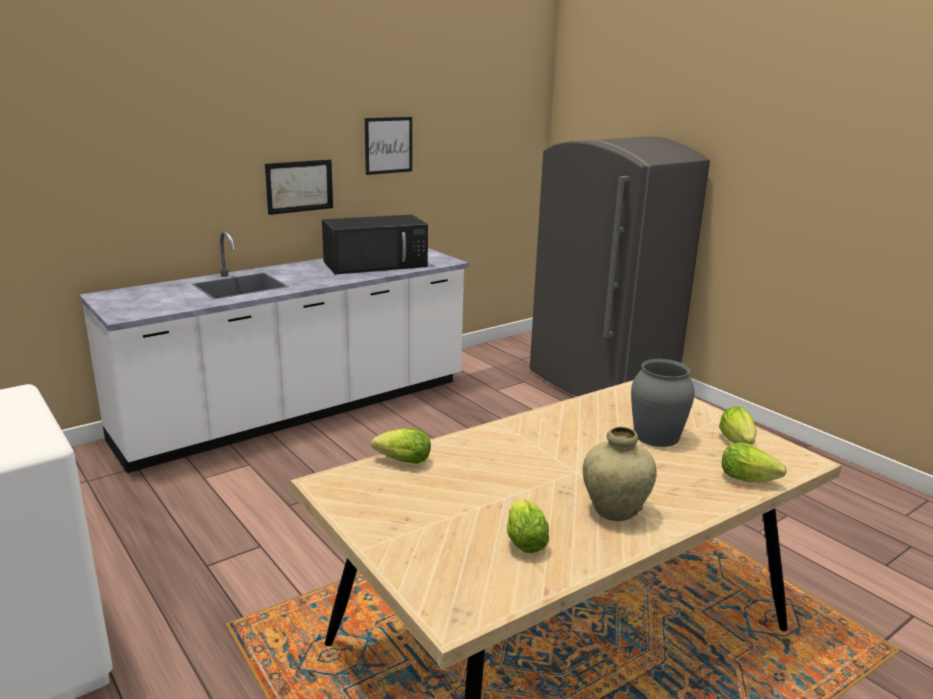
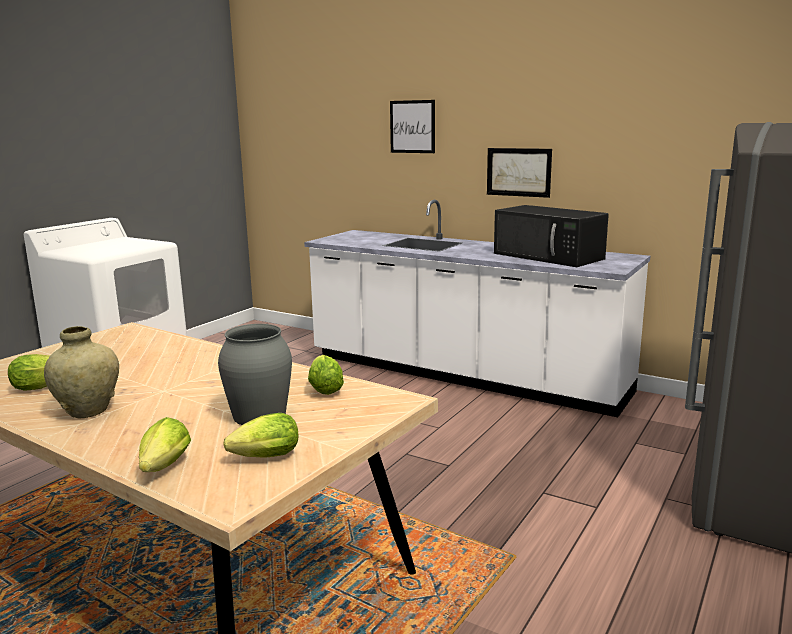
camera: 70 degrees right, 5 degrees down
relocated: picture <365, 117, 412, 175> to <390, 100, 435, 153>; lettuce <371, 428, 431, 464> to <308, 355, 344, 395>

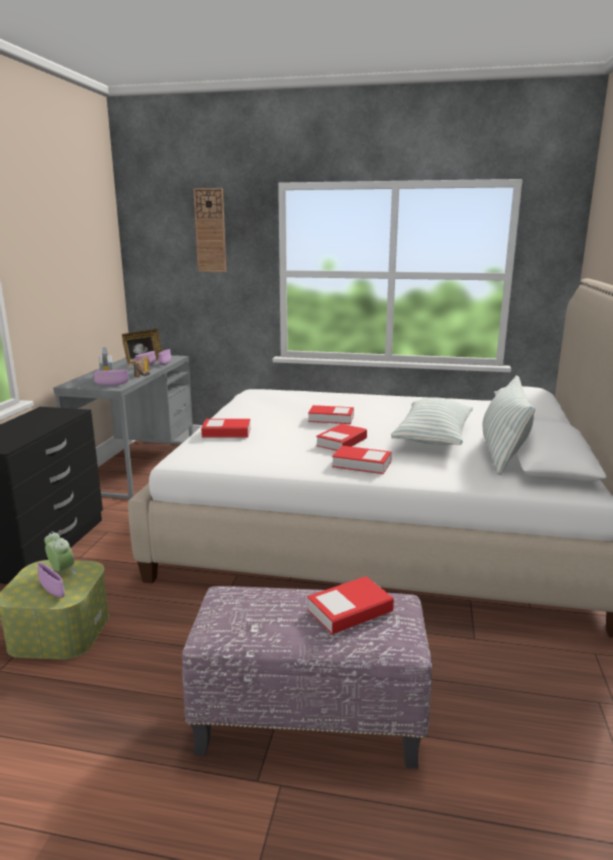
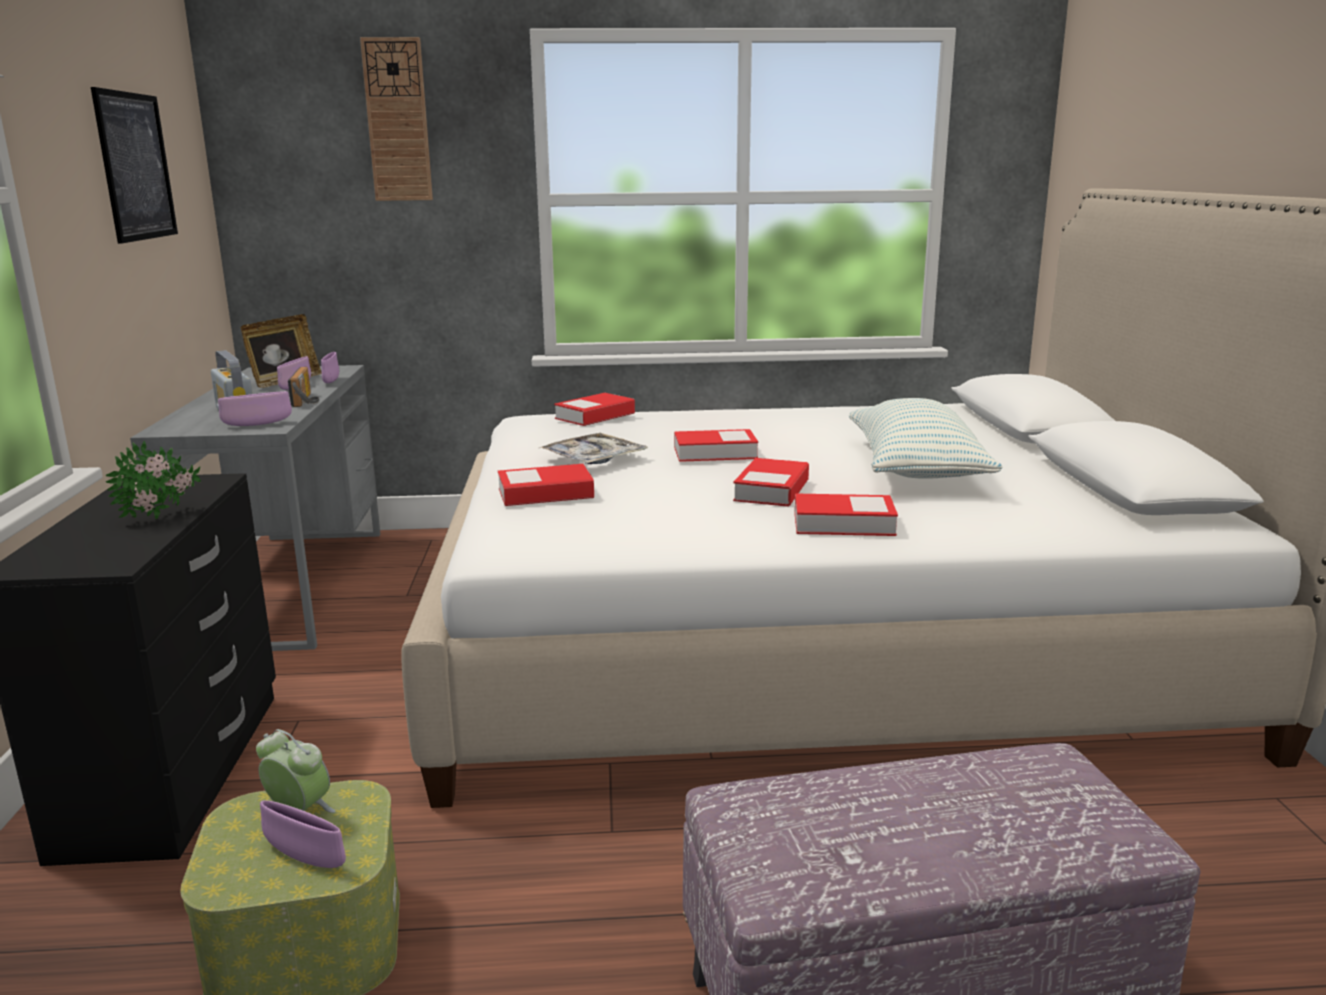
camera: 15 degrees left, 0 degrees up
missing: pillow <483, 375, 535, 475>
appeared: picture <91, 87, 178, 244>; tray <540, 433, 648, 464>; potted plant <105, 441, 201, 519>
relocated: book <307, 576, 394, 635> to <554, 393, 635, 426>

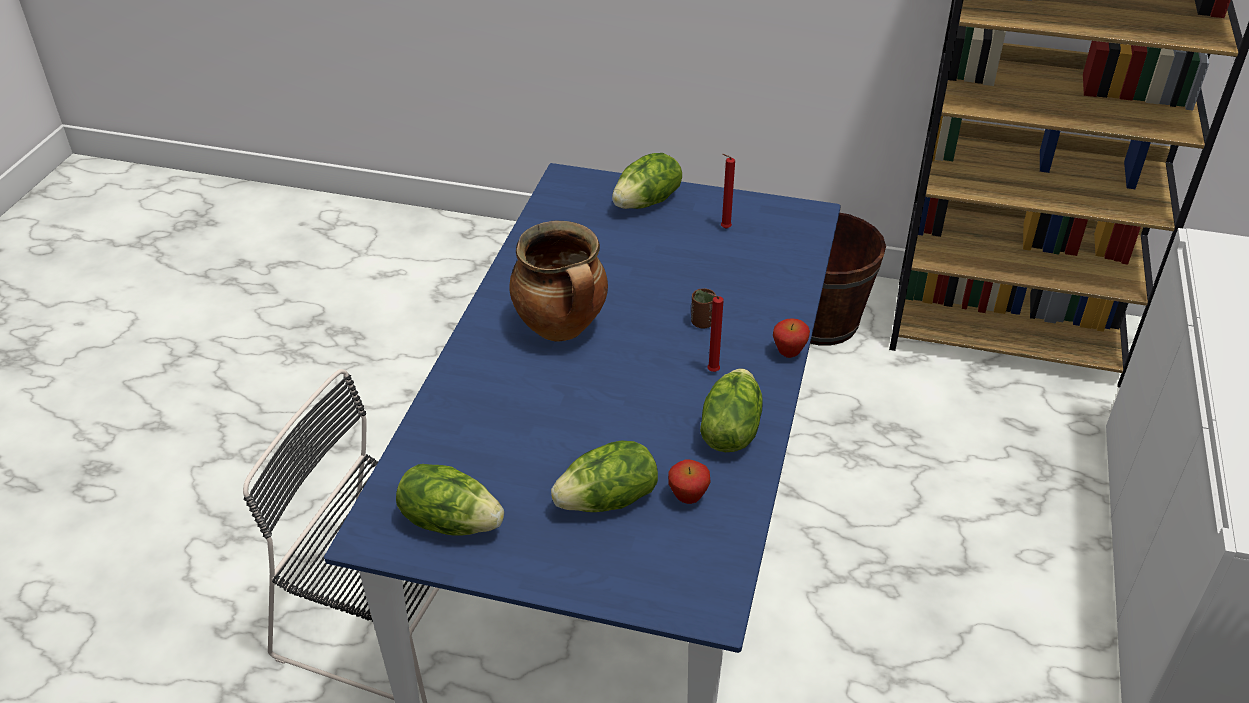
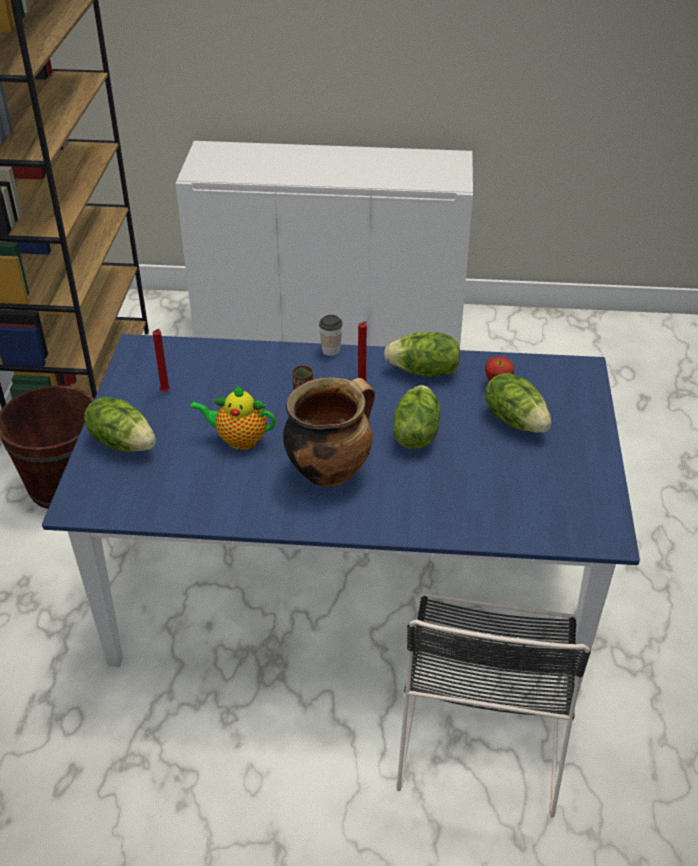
camera: 100 degrees left, 0 degrees up
appeared: teapot <189, 385, 275, 450>
relocated: lettuce <396, 464, 504, 536> to <393, 385, 440, 449>
exchanged: apple <773, 318, 810, 358> to cup <319, 315, 343, 356>

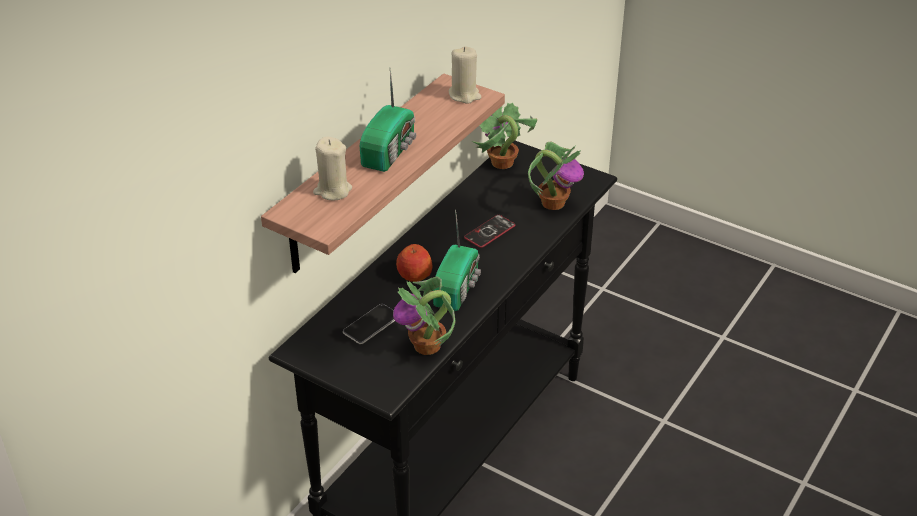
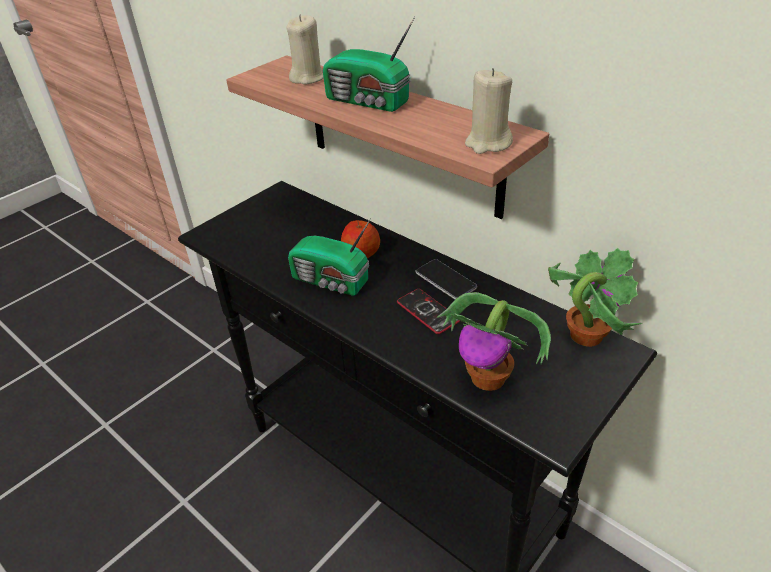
camera: 100 degrees right, 0 degrees up
missing: potted plant <393, 277, 455, 355>
relocated: phone <343, 304, 395, 344> to <416, 259, 477, 299>

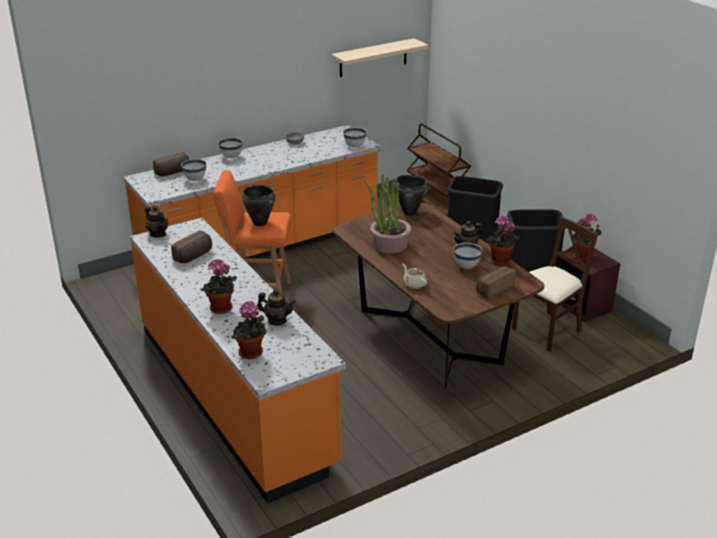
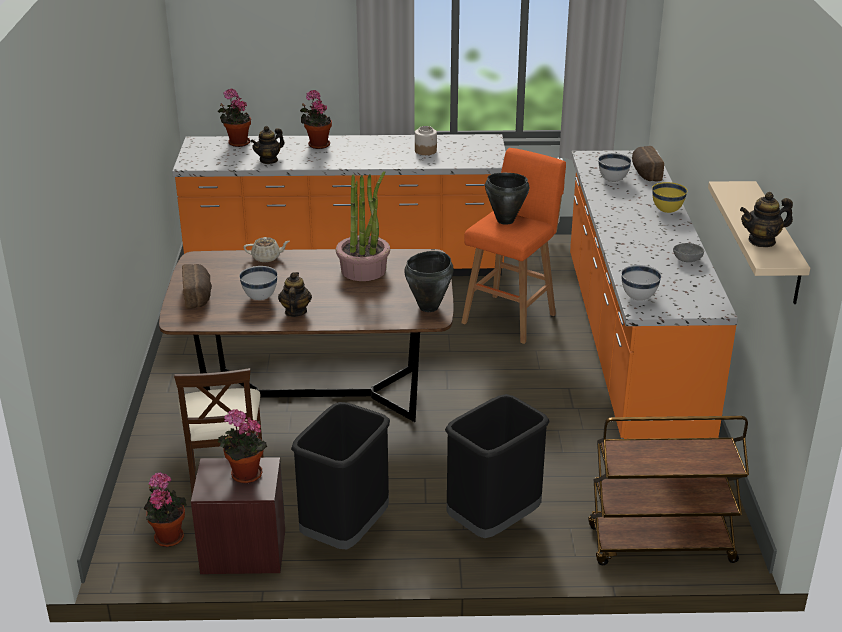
camera: 120 degrees right, 0 degrees up
relocated: teapot <145, 205, 168, 238> to <740, 192, 793, 247>; potted plant <485, 216, 520, 266> to <143, 472, 187, 547>
exchanged: bread <171, 230, 212, 263> to jar <415, 126, 437, 155>
colour: white bowl <218, 137, 243, 158> to yellow bowl <652, 182, 687, 213>

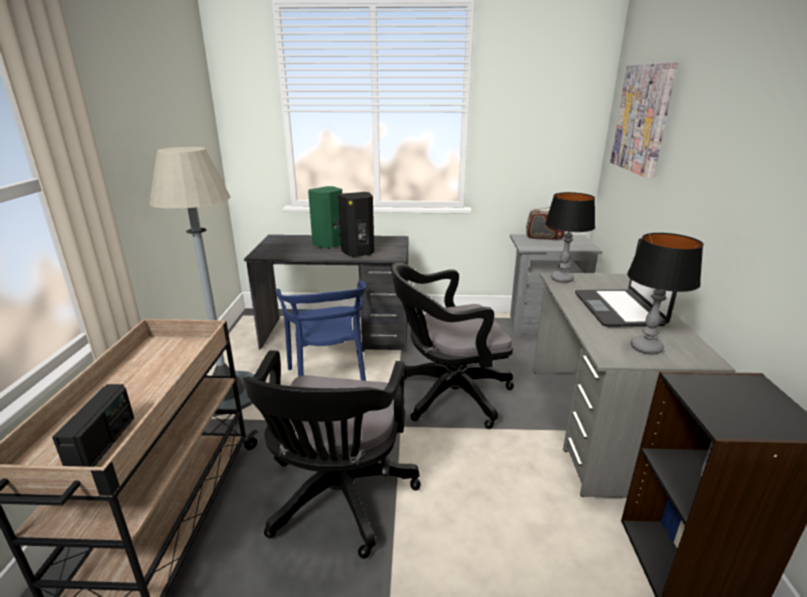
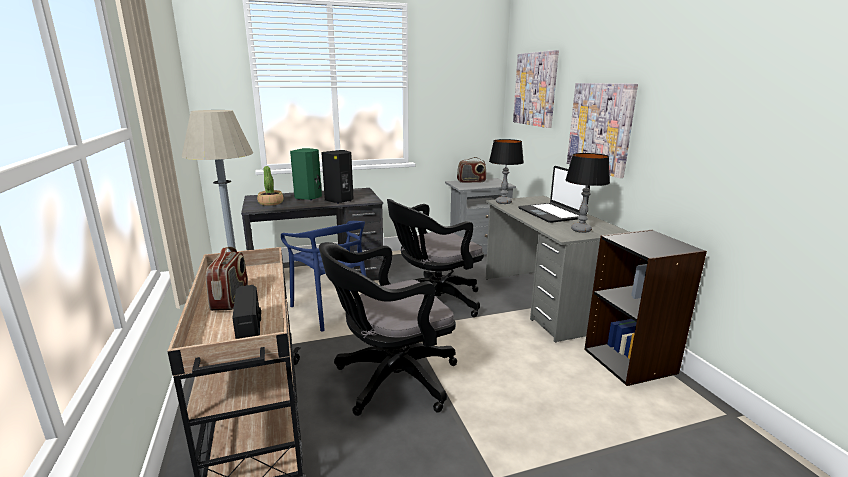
camera: 20 degrees left, 5 degrees down
appeared: picture <567, 83, 638, 178>; potted plant <257, 166, 283, 206>; radio <206, 247, 248, 311>
spun: black office chair <243, 350, 421, 559> = <319, 242, 457, 416> 75 degrees clockwise

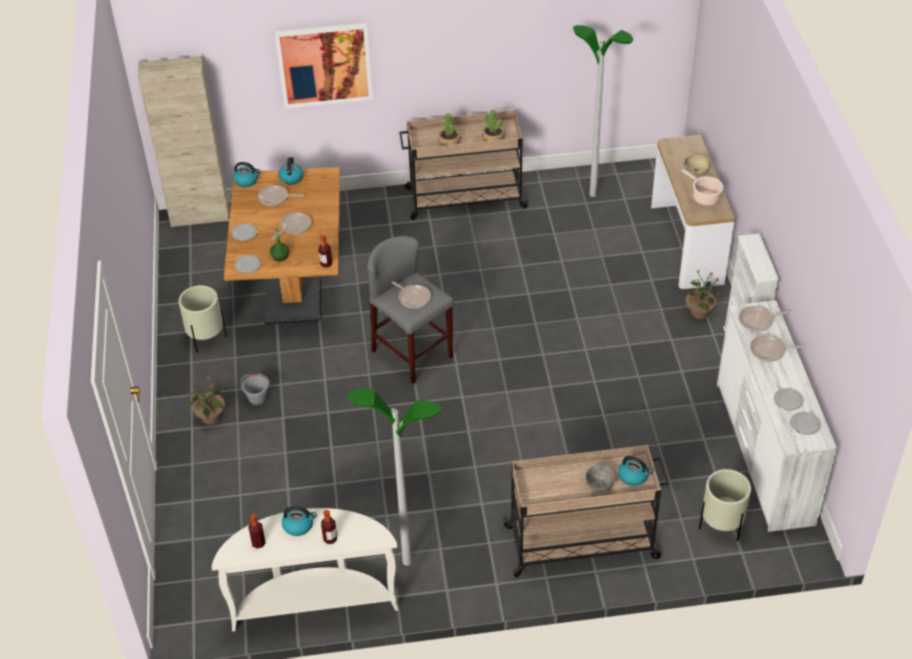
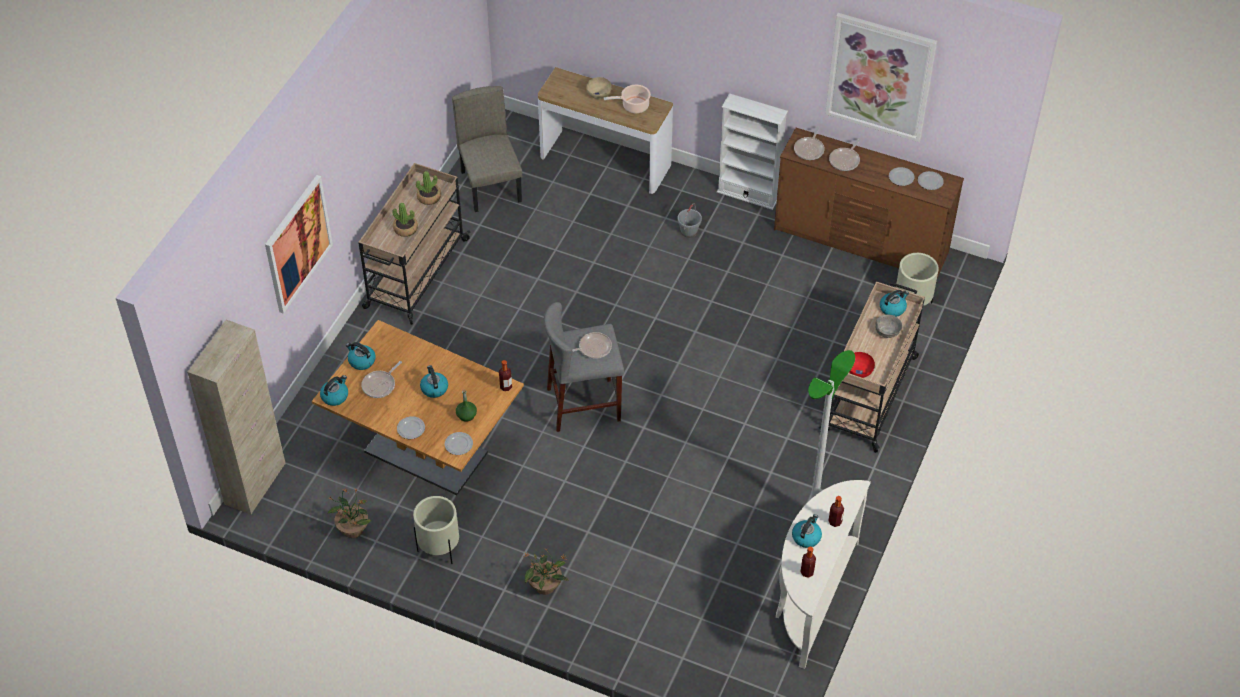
camera: 60 degrees left, 5 degrees up
appeared: picture <825, 13, 937, 142>; red bowl <849, 352, 875, 378>
relocated: potted plant <685, 270, 722, 319> to <328, 489, 371, 538>; grey bucket <240, 373, 270, 406> to <677, 203, 702, 238>
exchanged: floor lamp <573, 25, 633, 197> to beige chair <452, 86, 522, 212>; frying pan <272, 212, 311, 239> to kettle <420, 365, 448, 398>
colour: white dresser <717, 300, 837, 532> to brown dresser <774, 128, 964, 278>

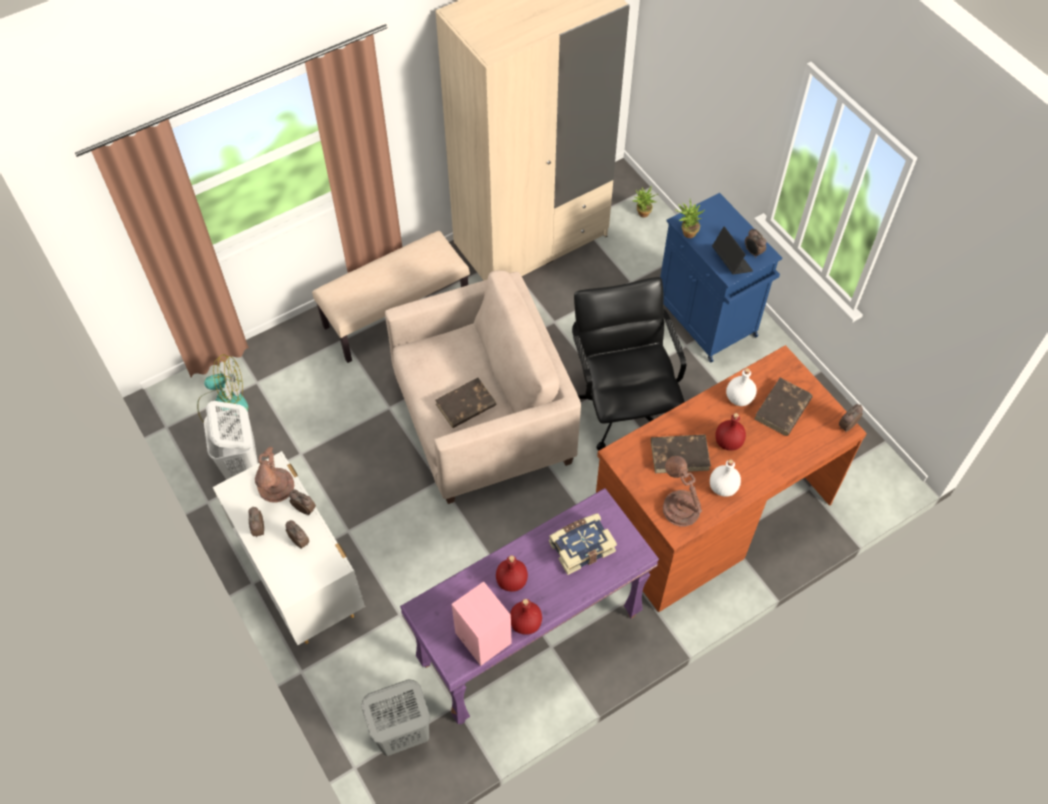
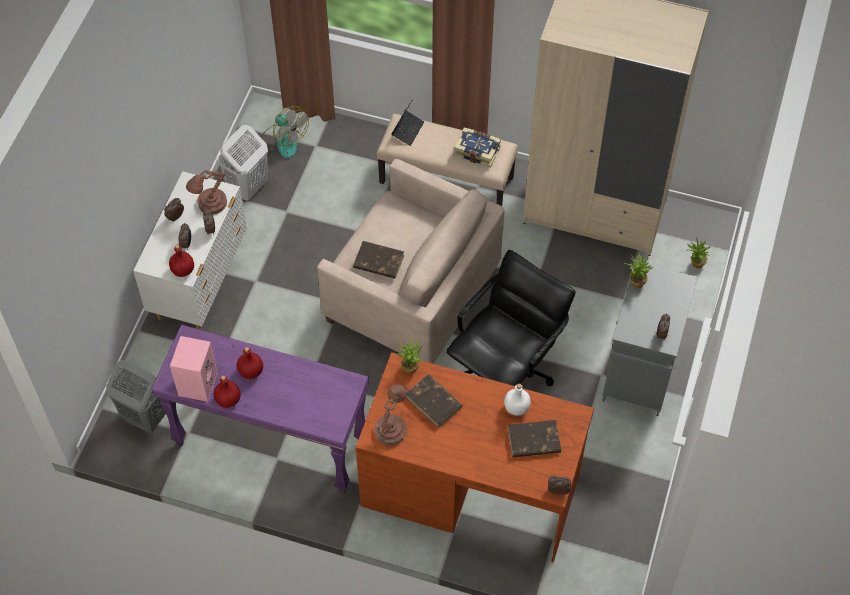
camera: 50 degrees right, 0 degrees up
missing: white bottle <710, 459, 741, 497>
appeared: potted plant <396, 337, 422, 374>
relocated: laptop <712, 226, 753, 275> to <391, 101, 424, 146>; red bottle <715, 413, 746, 451> to <169, 245, 194, 277>; book <549, 513, 617, 575> to <453, 128, 501, 168>
colour: blue cabinet <660, 193, 782, 362> to grey cabinet <602, 261, 698, 416>

